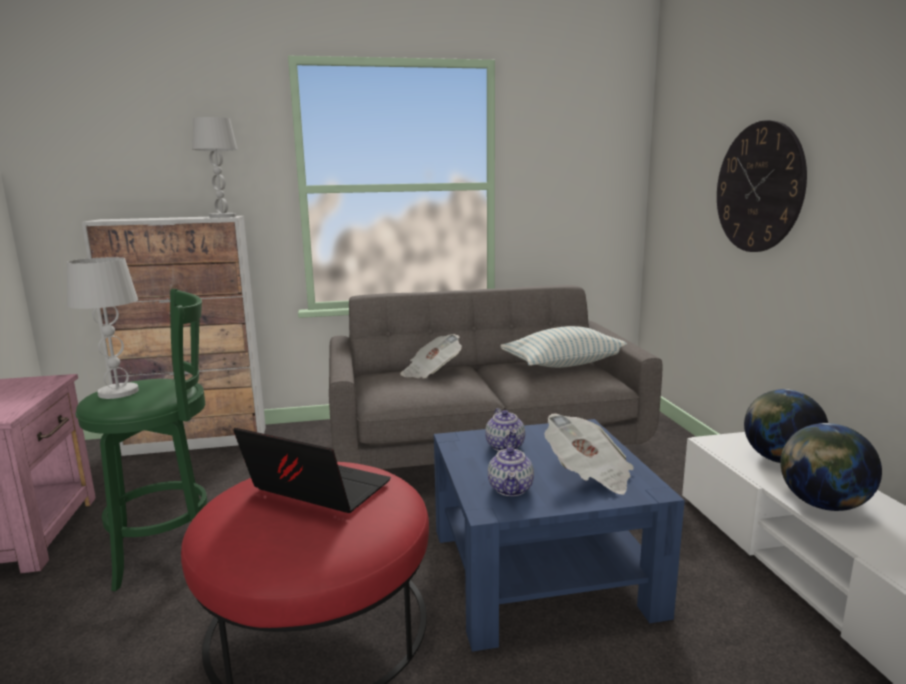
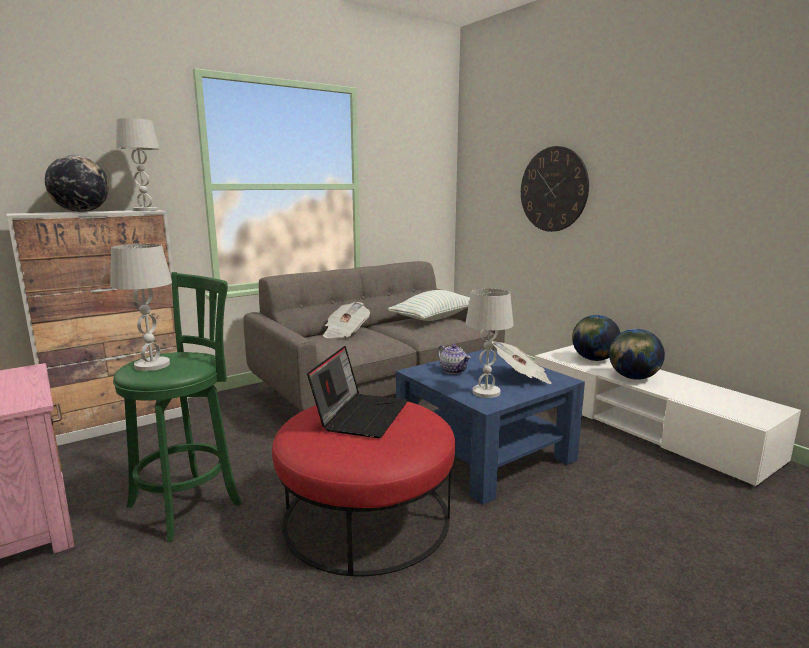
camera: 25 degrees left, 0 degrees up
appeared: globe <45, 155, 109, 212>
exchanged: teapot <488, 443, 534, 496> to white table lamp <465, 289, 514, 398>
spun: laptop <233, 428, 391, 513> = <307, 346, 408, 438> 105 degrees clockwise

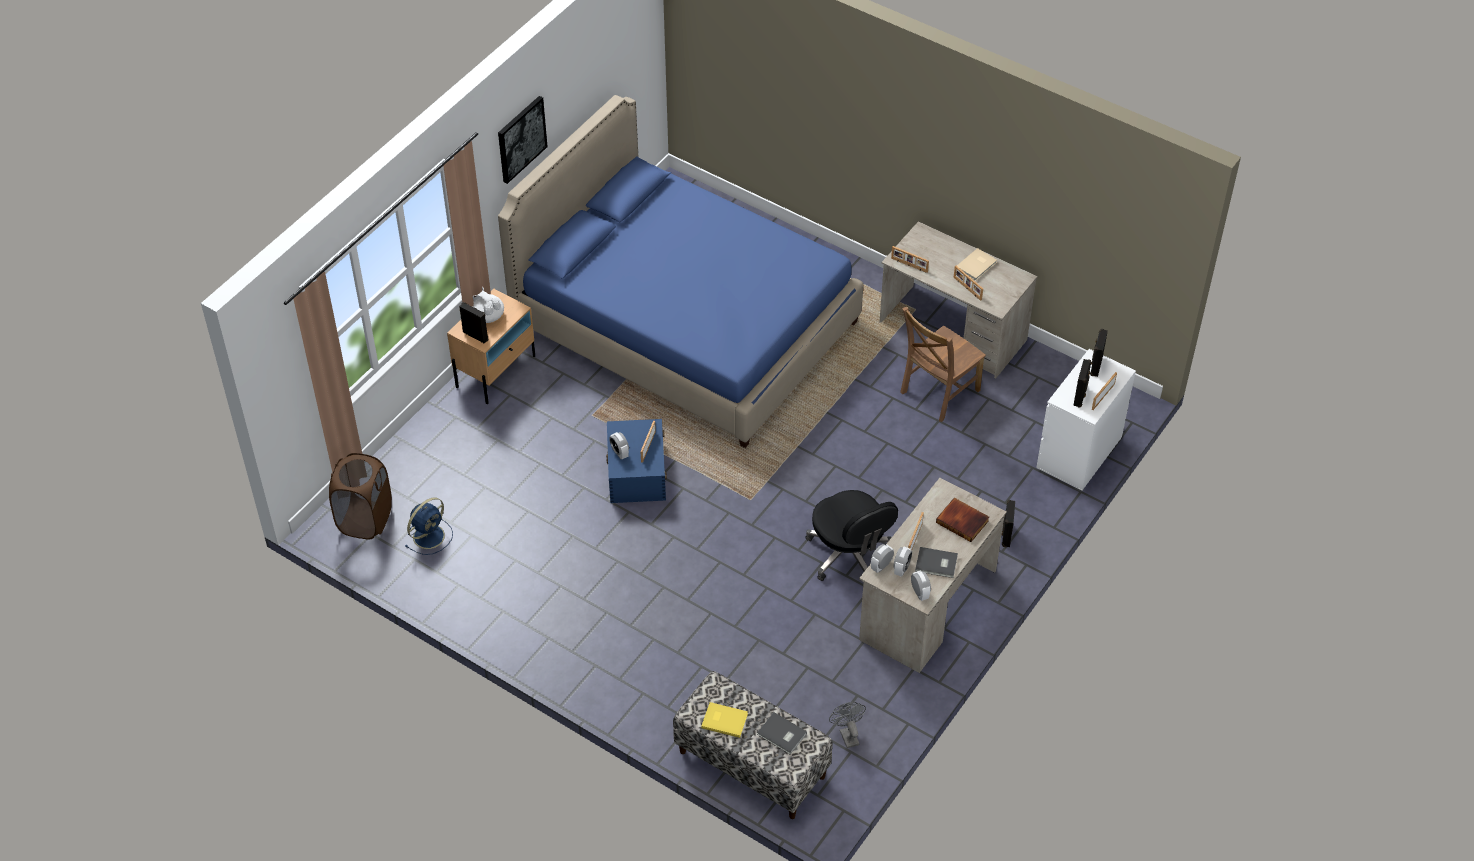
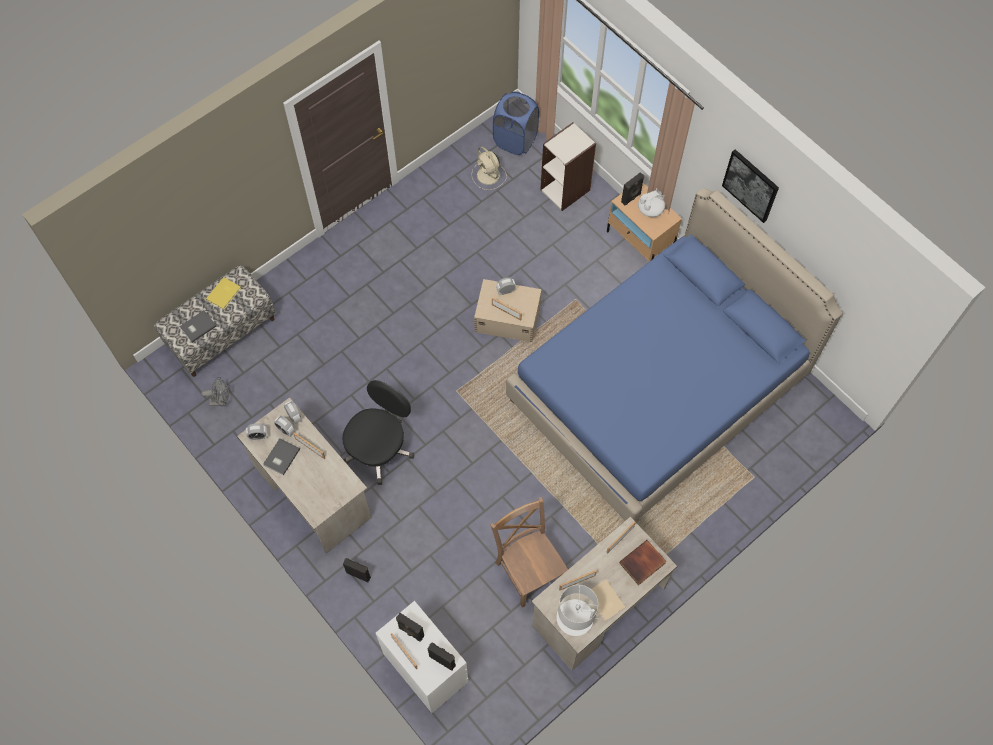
camera: 105 degrees right, 15 degrees up
appeared: bookcase <540, 122, 596, 211>; white table lamp <557, 585, 599, 636>
relocated: book <936, 498, 989, 542> to <620, 540, 666, 585>
colour: blue storage box <606, 419, 667, 503> to beige storage box <474, 279, 542, 342>; brown laundry basket <329, 453, 392, 539> to blue laundry basket <493, 92, 539, 155>; blue fan <405, 497, 453, 555> to beige fan <471, 146, 507, 190>
spun: black office chair <805, 490, 898, 581> = <342, 380, 414, 485> 135 degrees clockwise

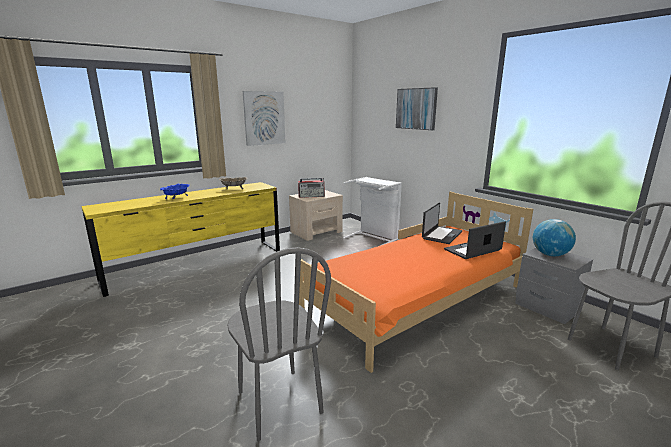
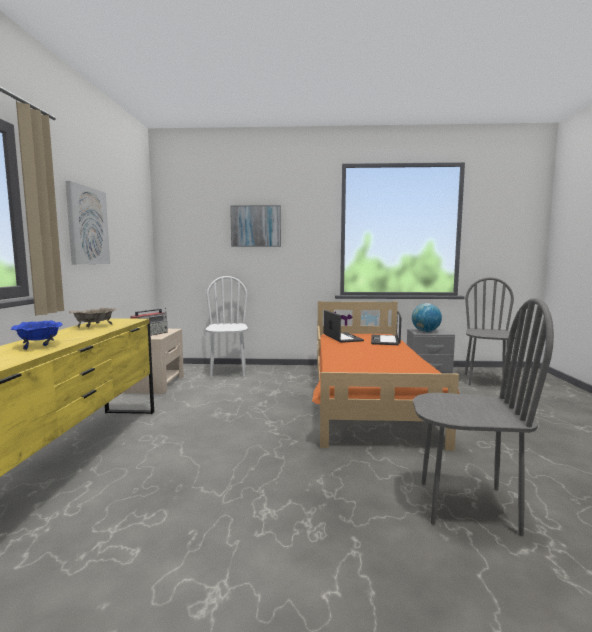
camera: 50 degrees left, 10 degrees down
exchanged: white laundry basket <343, 177, 402, 246> to white chair <205, 276, 248, 378>

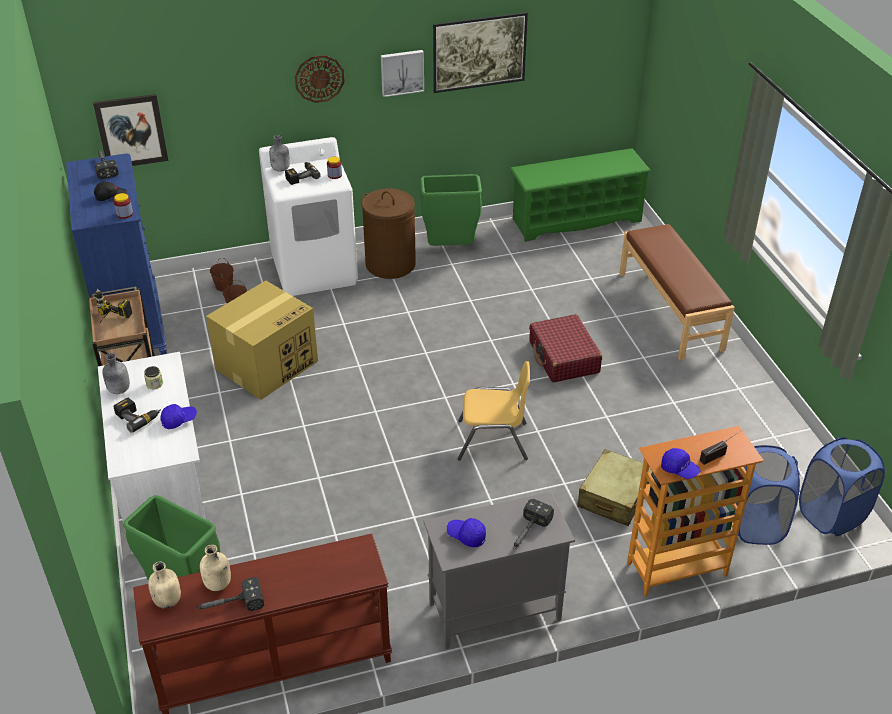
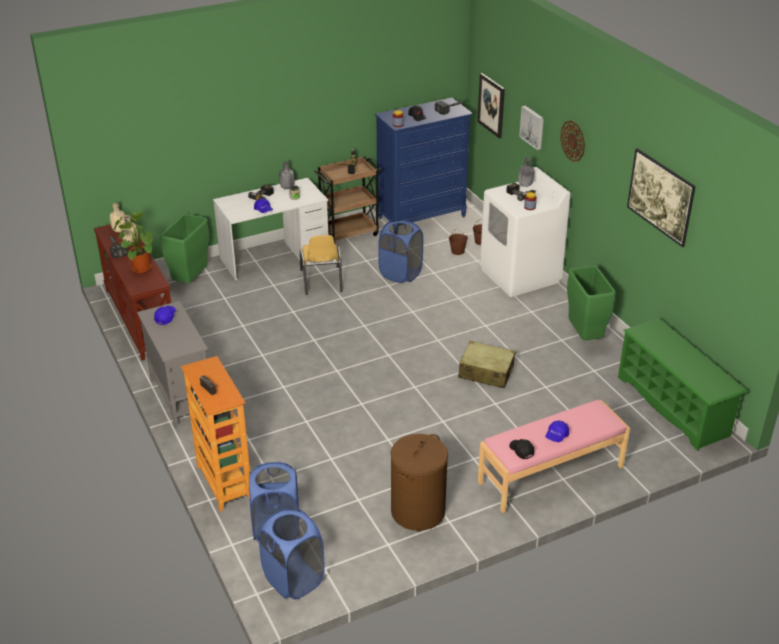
camera: 80 degrees right, 5 degrees down
missing: red suitcase <529, 314, 602, 383>; hammer <513, 499, 554, 549>
appeared: potted plant <114, 212, 155, 273>; black cap <509, 439, 534, 459>
relocated: picture <381, 50, 424, 97> to <519, 106, 544, 150>; brown laundry basket <361, 188, 416, 279> to <391, 434, 448, 531>; yellow chair <457, 361, 530, 460> to <300, 235, 343, 295>; blue cap <661, 448, 701, 479> to <545, 420, 569, 442>; beige suitcase <577, 449, 654, 526> to <458, 341, 516, 389>
exchanged: cardboard box <206, 281, 318, 400> to blue laundry basket <378, 220, 423, 283>
colour: brown bench <619, 224, 735, 360> to pink bench <478, 400, 630, 513>

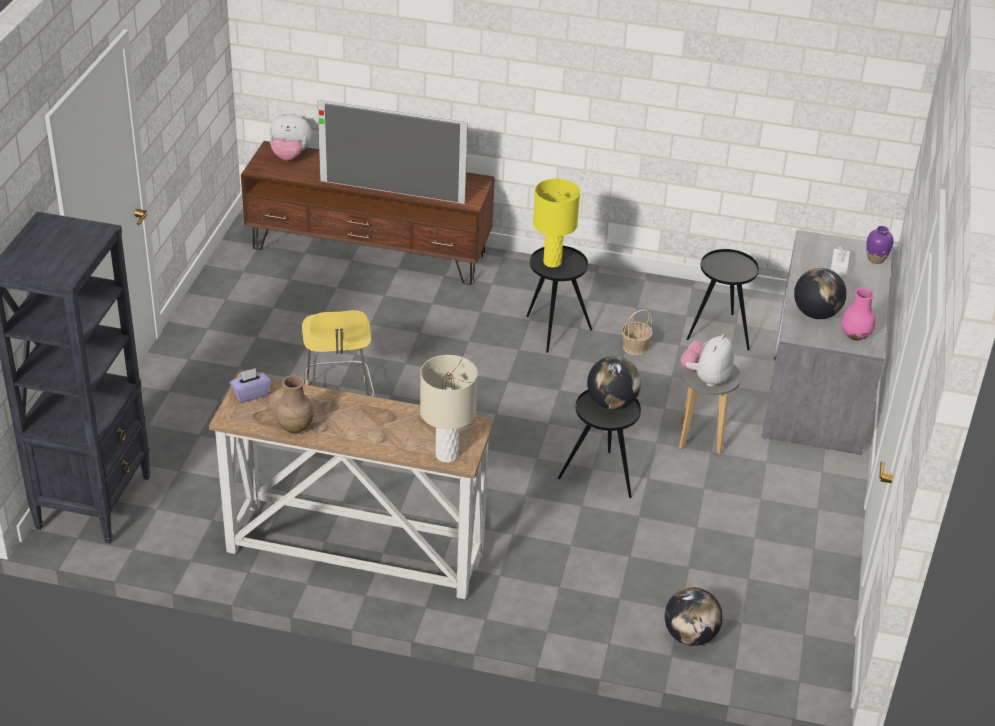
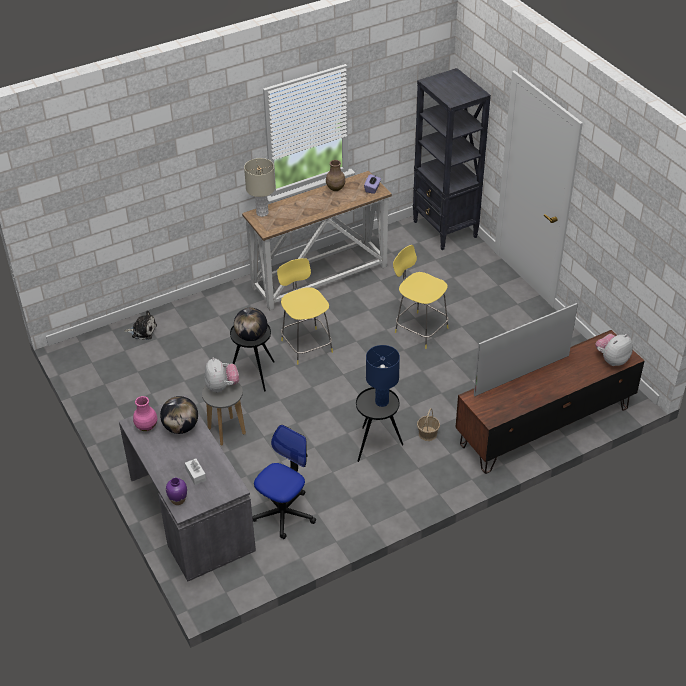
camera: 140 degrees right, 5 degrees up
appeared: yellow stool <277, 258, 333, 365>
relocated: basket <621, 309, 653, 355> to <417, 408, 440, 441>
exchanged: black side table <687, 249, 759, 351> to office chair <252, 425, 316, 539>; globe <665, 587, 723, 646> to plush toy <124, 310, 157, 340>
colour: yellow table lamp <533, 178, 580, 268> to blue table lamp <366, 345, 400, 407>

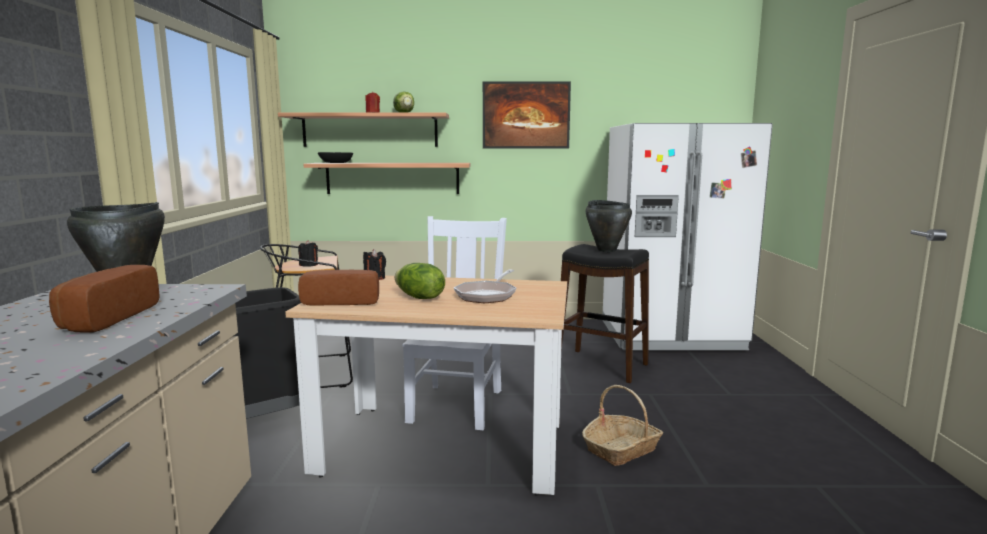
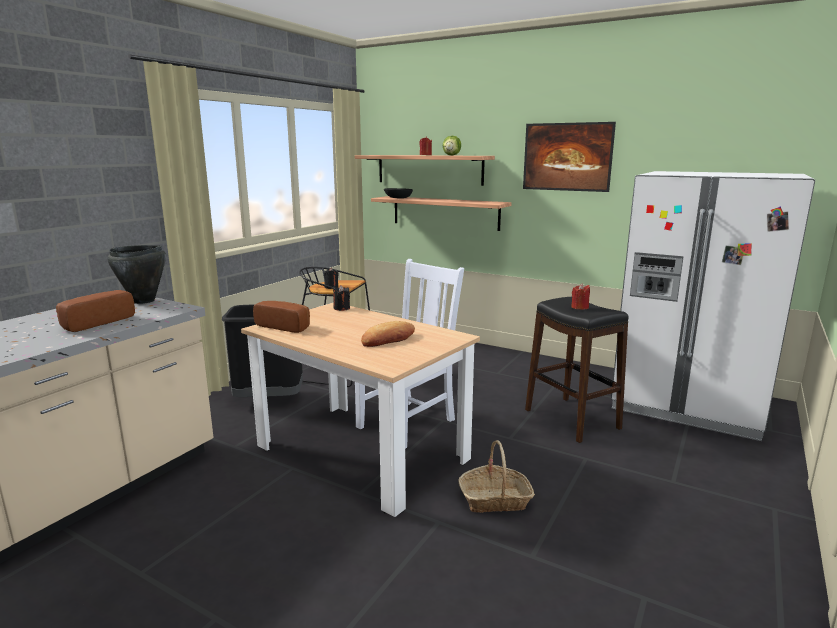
camera: 30 degrees right, 5 degrees up
missing: lettuce <394, 263, 445, 299>
exchanged: black cooking pot <586, 200, 632, 252> to red candle <571, 283, 590, 309>; frying pan <454, 269, 516, 303> to bread <361, 321, 415, 347>

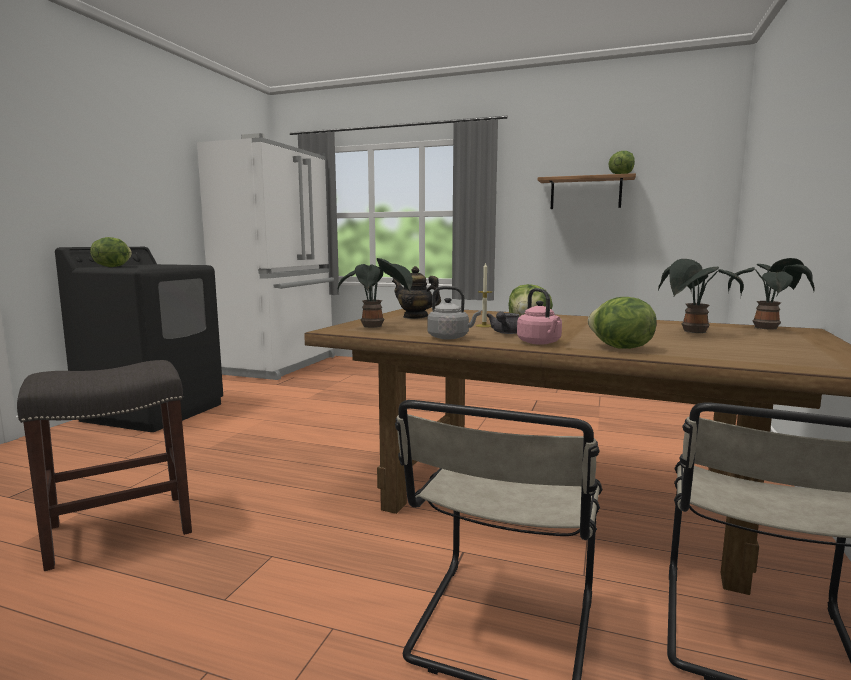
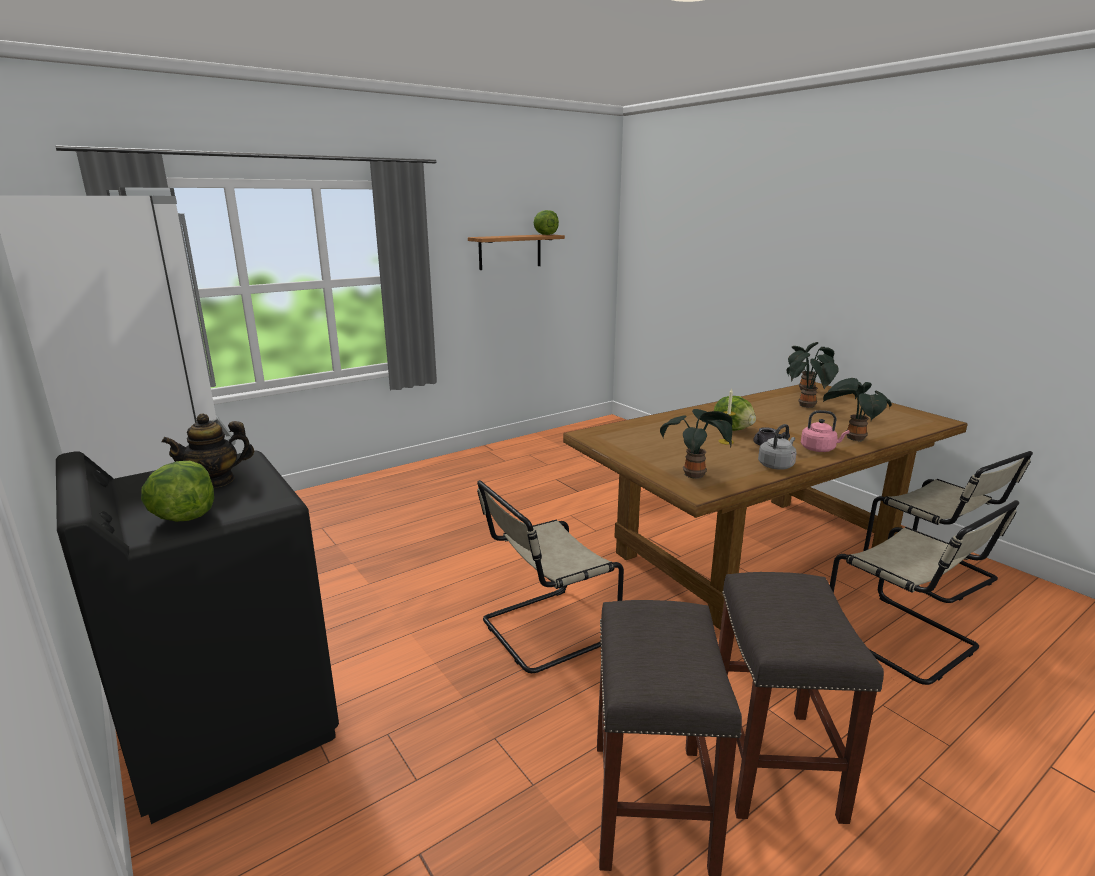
camera: 55 degrees left, 10 degrees up
appeared: beige chair <477, 480, 624, 673>; grey stool <718, 572, 884, 824>
relocated: teapot <392, 266, 441, 319> to <161, 413, 254, 488>
exchanged: lettuce <588, 297, 656, 349> to potted plant <823, 378, 892, 442>

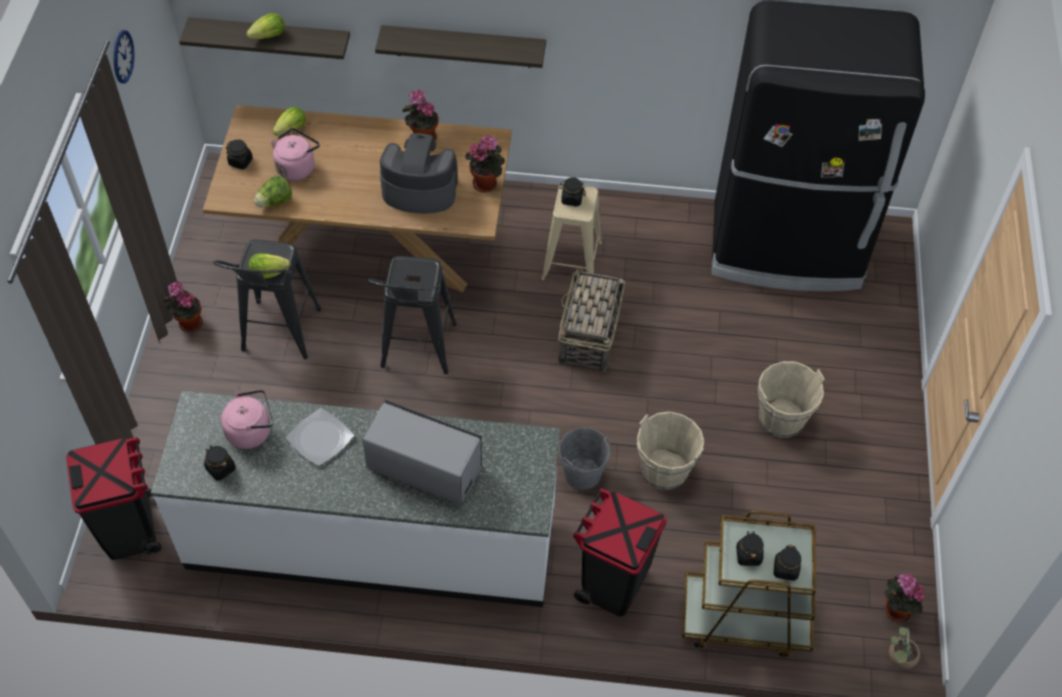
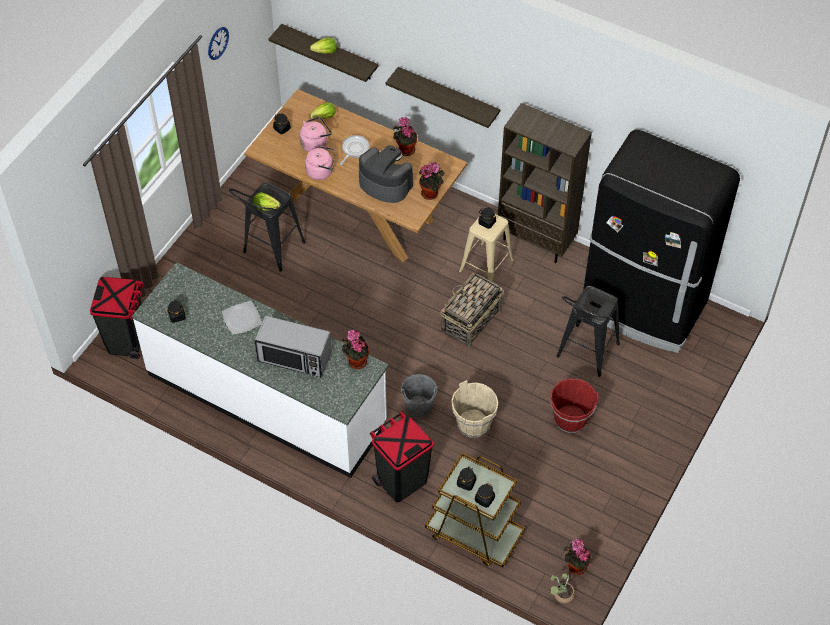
camera: 25 degrees right, 0 degrees up
missing: lettuce <254, 176, 292, 207>
appeared: brown bookcase <498, 103, 592, 263>; frying pan <340, 135, 370, 165>
relocated: black stool <367, 256, 457, 374> to <556, 286, 620, 377>; potted plant <163, 282, 203, 332> to <342, 330, 369, 369>; pink kettle <221, 390, 273, 449> to <305, 145, 335, 180>
colour: beige bucket <758, 361, 825, 438> to red bucket <551, 379, 598, 433>
spun: microwave <362, 400, 482, 504> = <255, 316, 332, 378> 150 degrees clockwise

